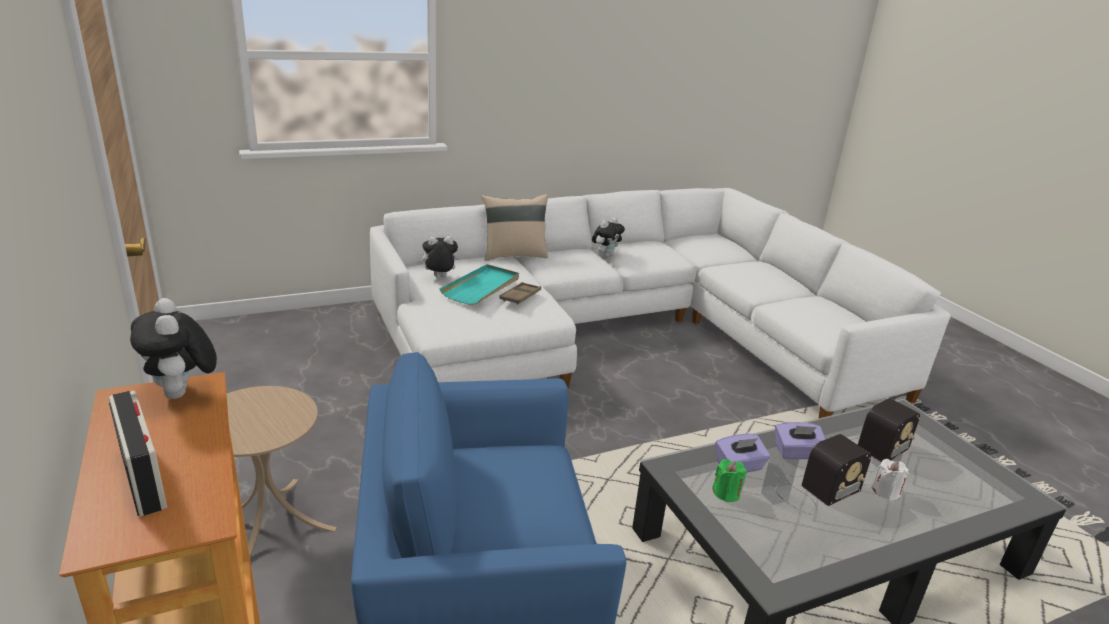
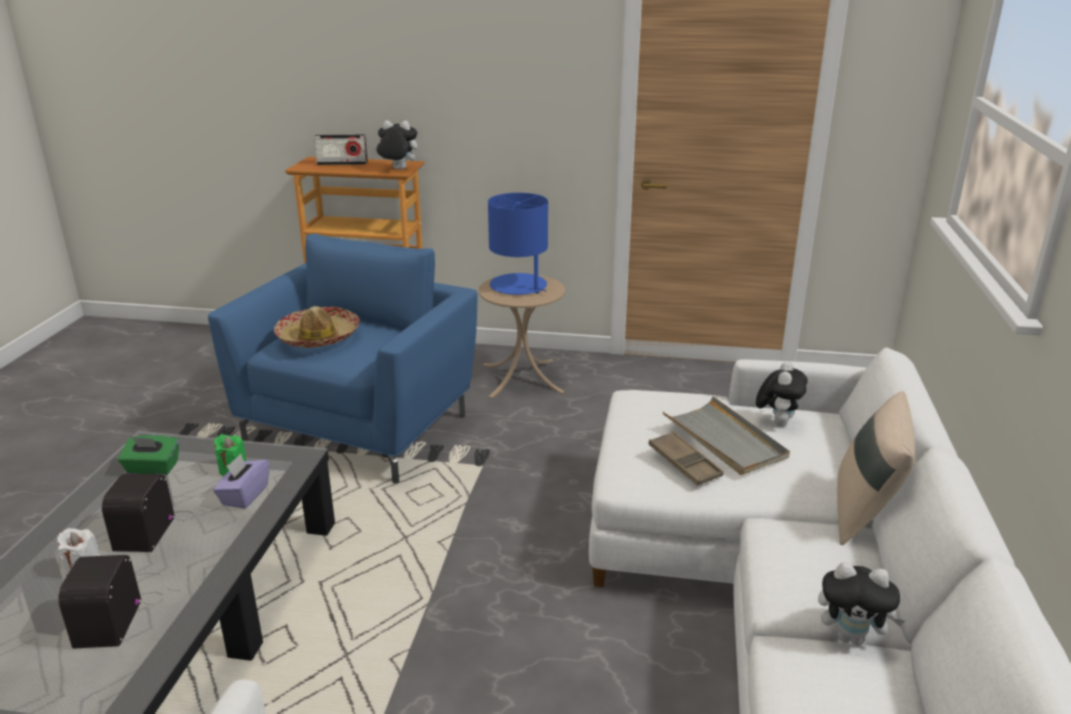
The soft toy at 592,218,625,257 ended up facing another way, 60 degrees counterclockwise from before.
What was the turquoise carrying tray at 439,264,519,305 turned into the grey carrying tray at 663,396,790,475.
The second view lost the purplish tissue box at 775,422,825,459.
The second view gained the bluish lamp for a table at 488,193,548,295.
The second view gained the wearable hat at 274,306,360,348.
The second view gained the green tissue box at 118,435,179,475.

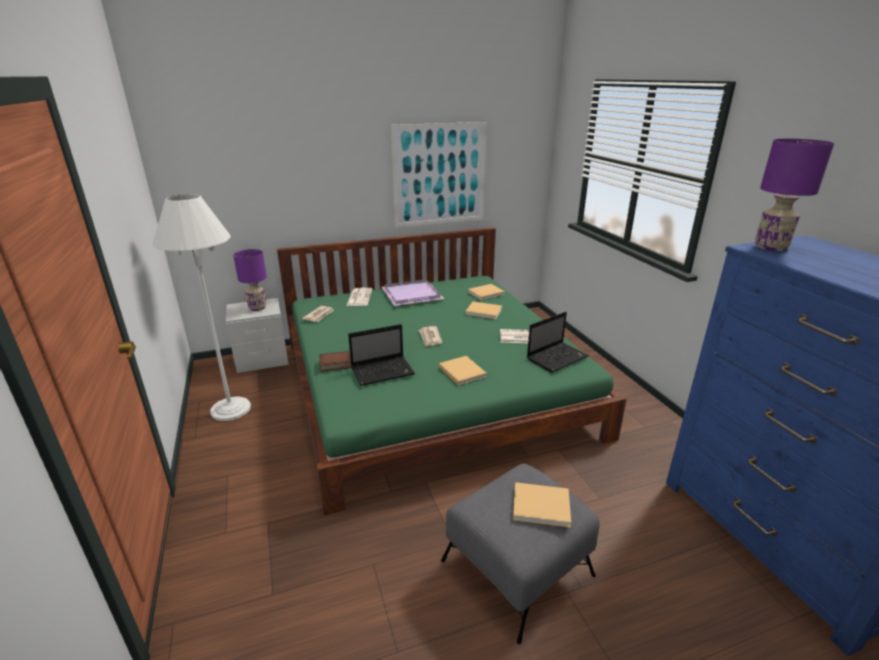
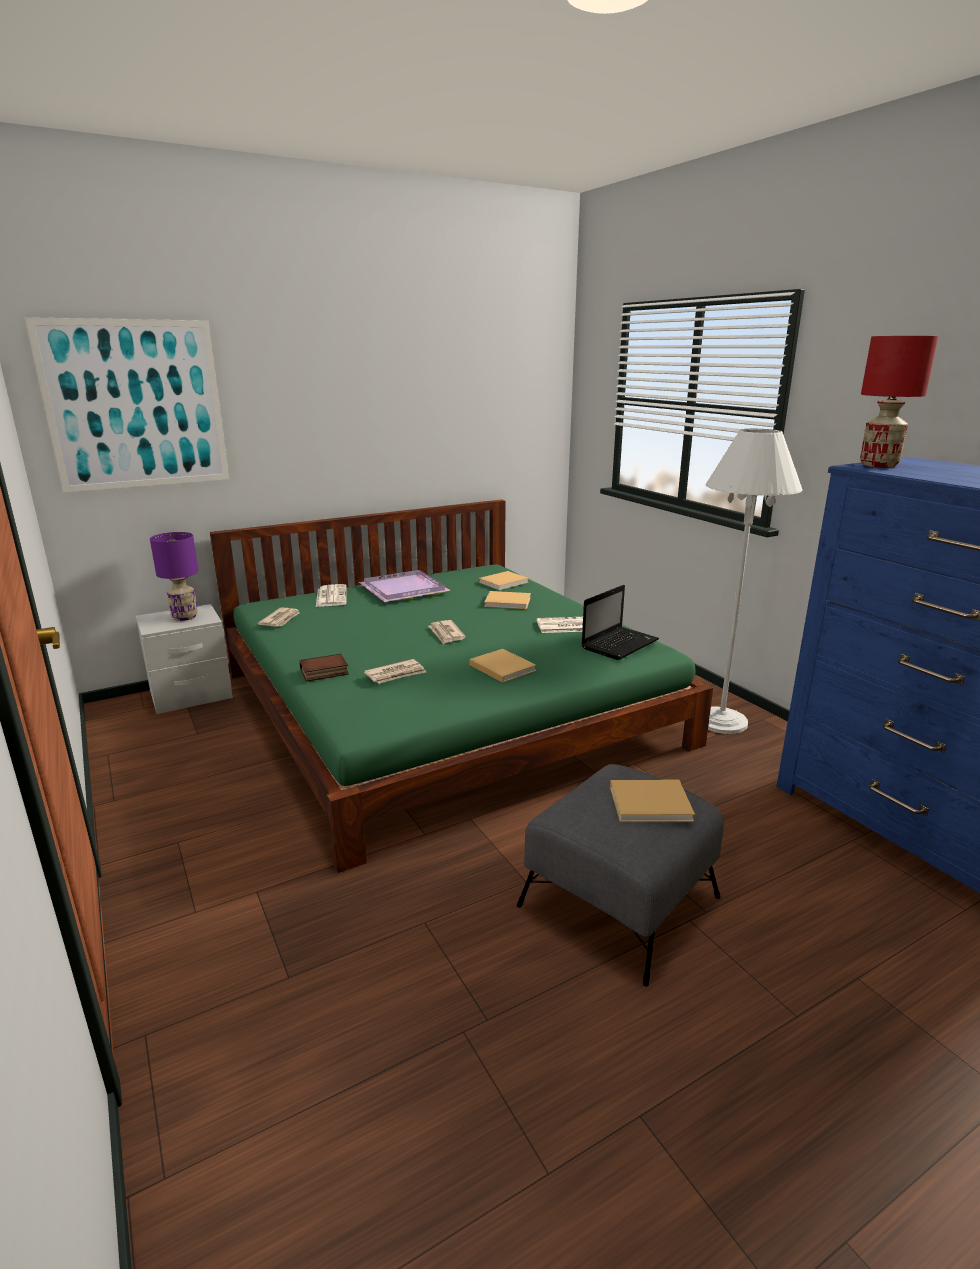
The wall picture ended up elsewhere, having gone from 391,122,486,227 to 25,317,229,493.
What was the purplish lamp for a table at 755,139,834,251 turned into the red-coloured lamp for a table at 860,336,938,468.
The white standing lamp ended up elsewhere, having gone from 153,194,251,421 to 705,429,803,734.
Where the laptop stood at 348,324,415,386, the printed paper came to stand at 364,659,426,684.

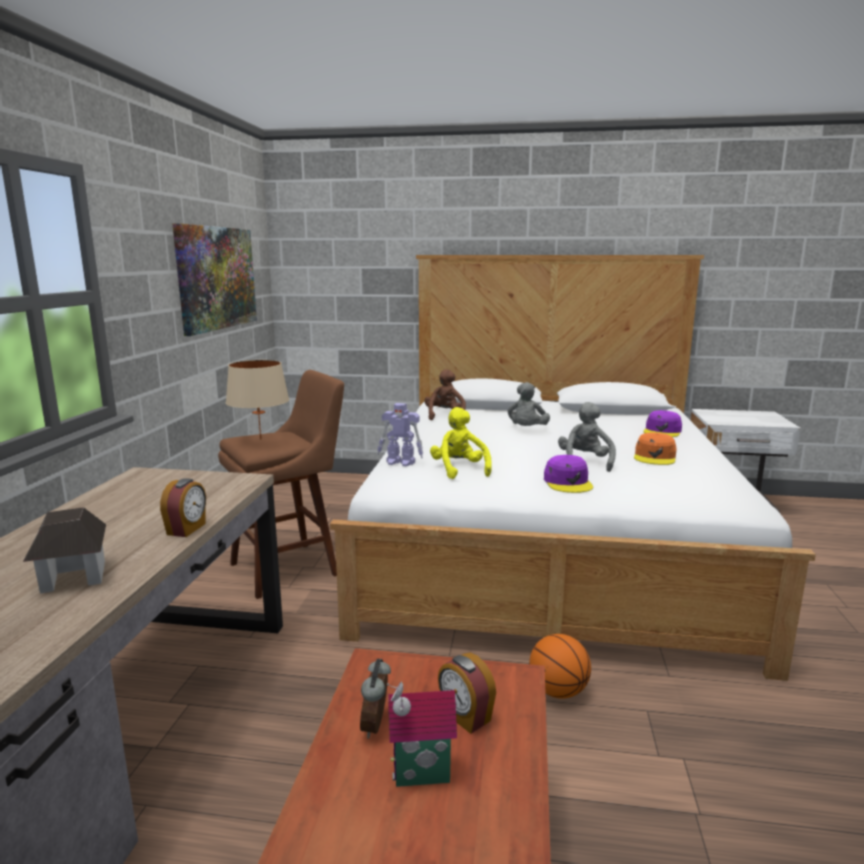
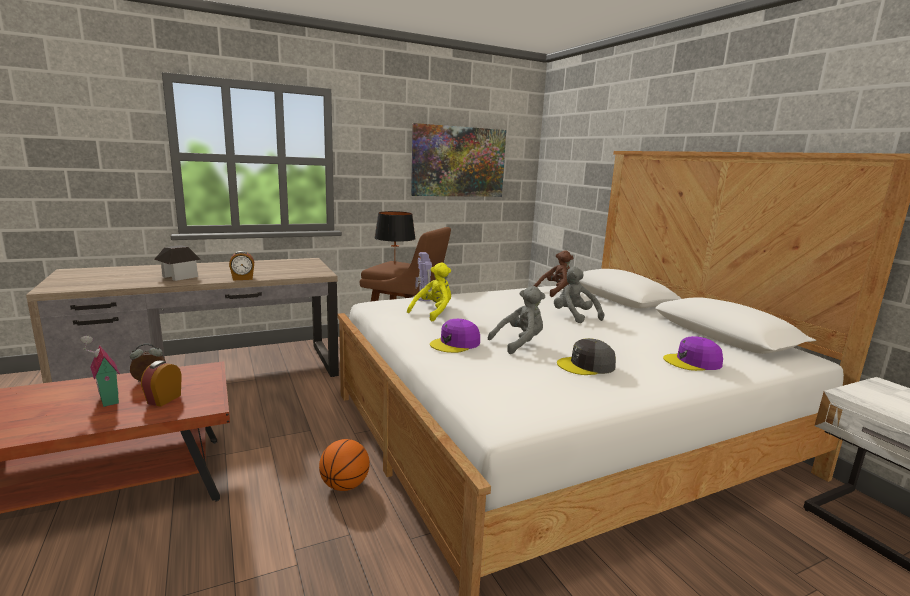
What was the sand-coloured lamp for a table at 226,360,289,440 turned into the black-coloured lamp for a table at 374,211,416,265.
The grey soft toy at 508,382,550,426 ended up facing another way, 75 degrees clockwise from before.
What was the orange peaked cap at 634,433,677,465 turned into the grey peaked cap at 557,338,616,375.

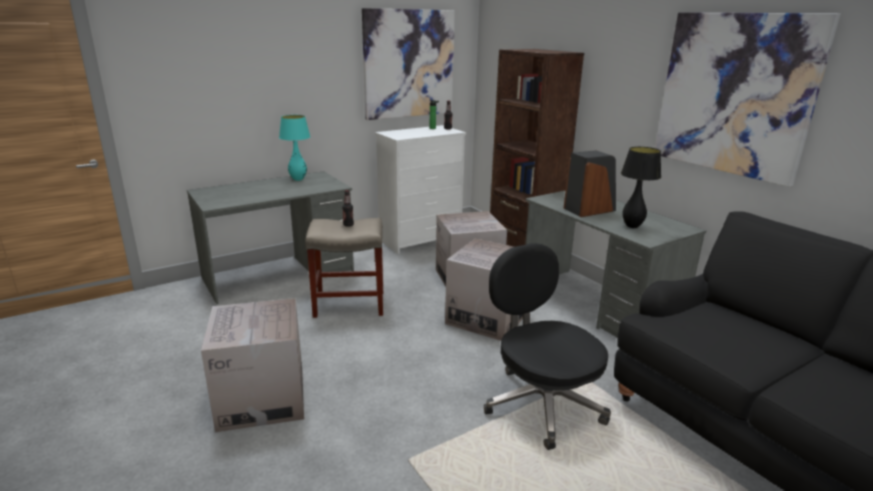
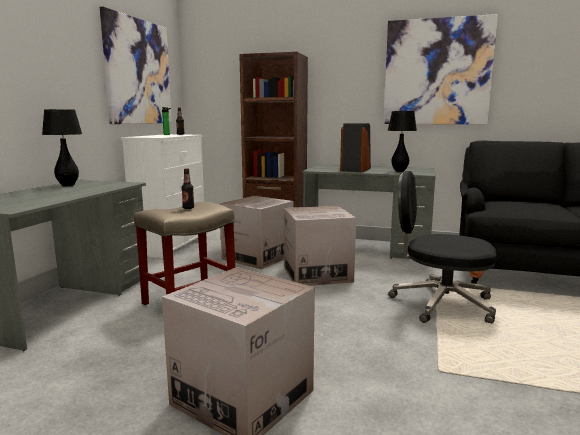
What was the turquoise lamp for a table at 279,115,310,181 turned into the black-coloured lamp for a table at 42,109,82,186.

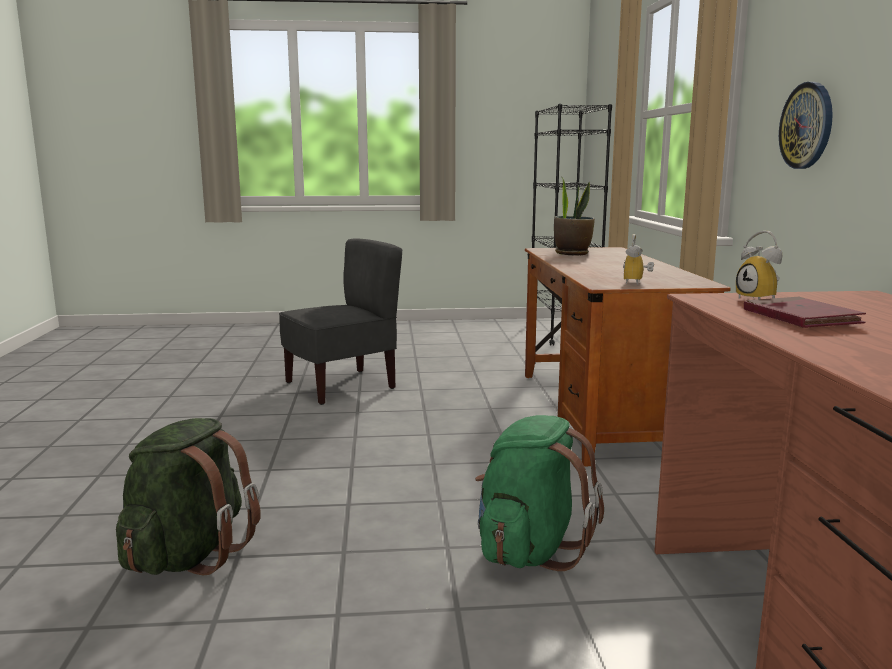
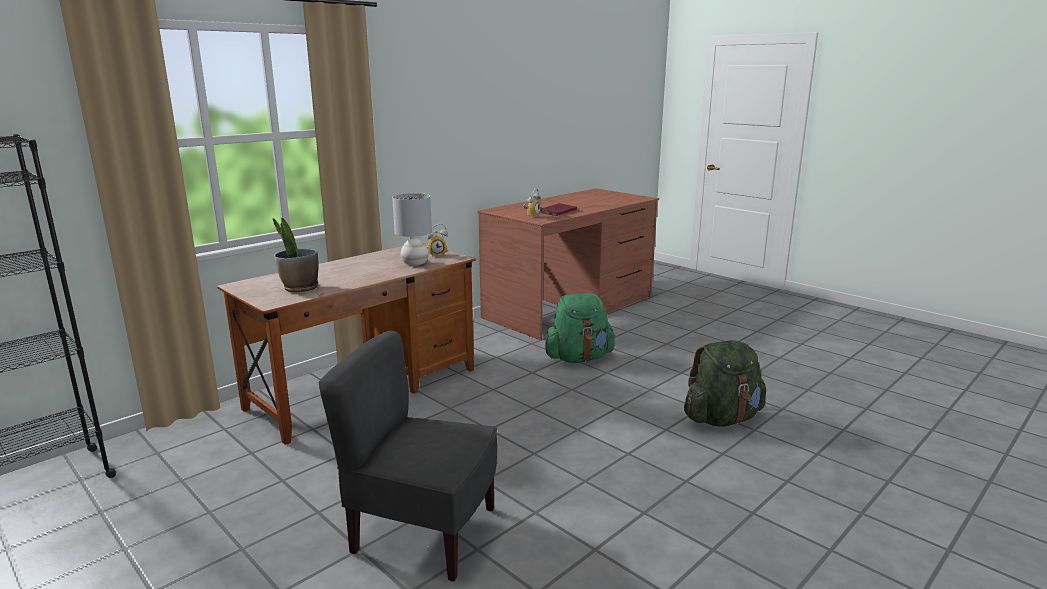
The second view lost the clock on the wall at 779,82,833,169.
The second view gained the grey lamp for a table at 392,193,432,266.

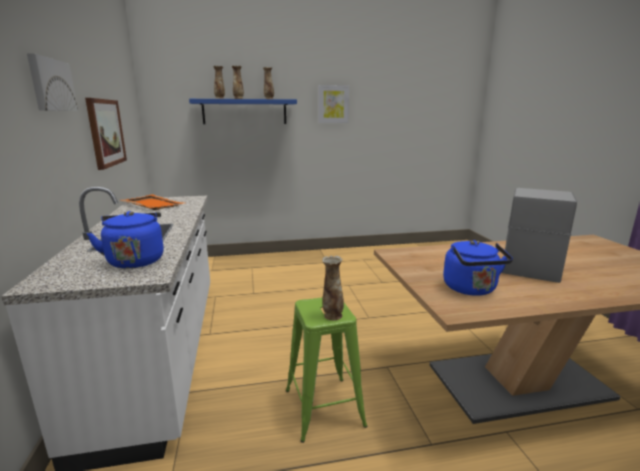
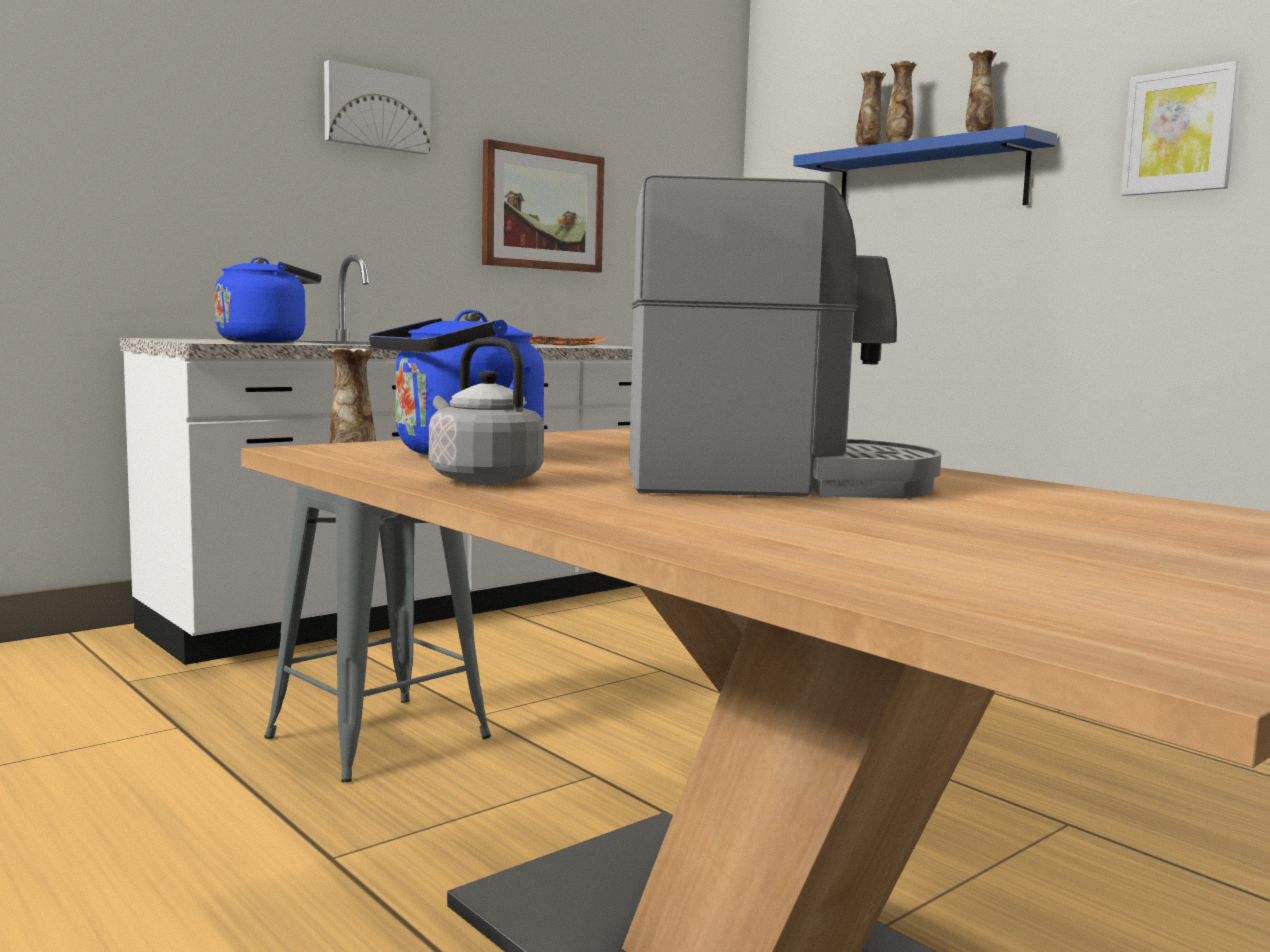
What was the green sitting stool at 286,297,367,443 turned into the grey sitting stool at 264,483,491,782.
The second view gained the grey water kettle at 429,338,544,485.

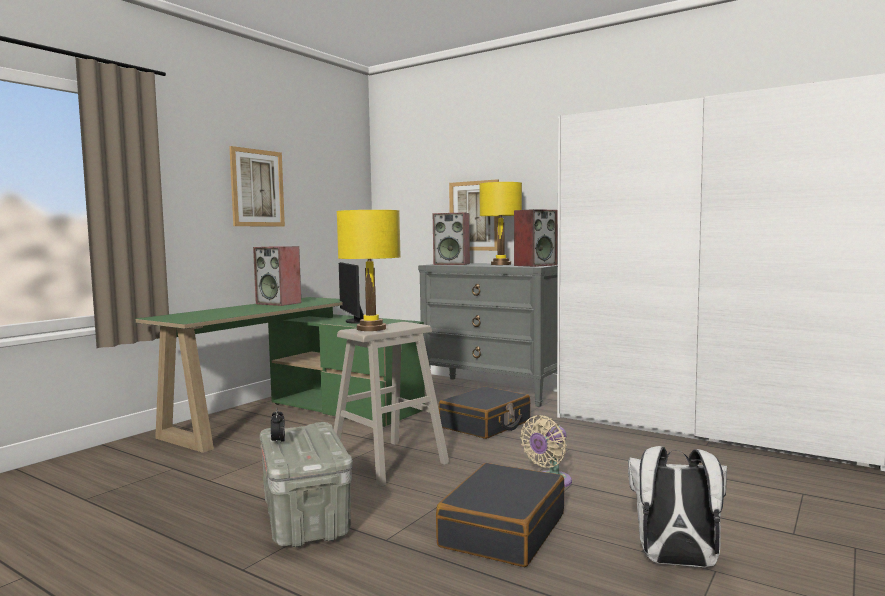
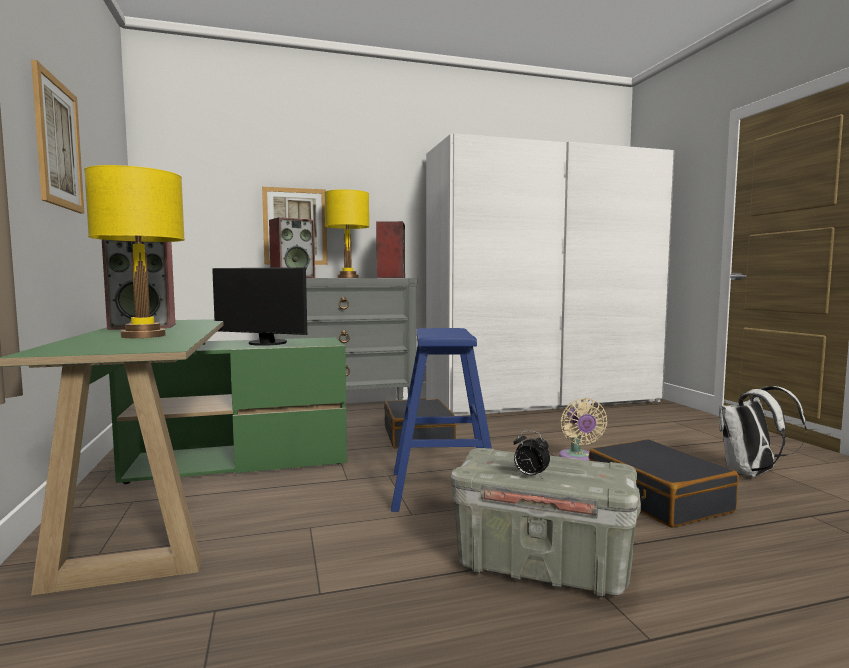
The yellowish lamp for a table ended up elsewhere, having gone from 336,210,401,331 to 84,165,185,338.
What was the sand-coloured sitting stool at 334,322,449,487 turned into the bluish sitting stool at 391,328,492,512.

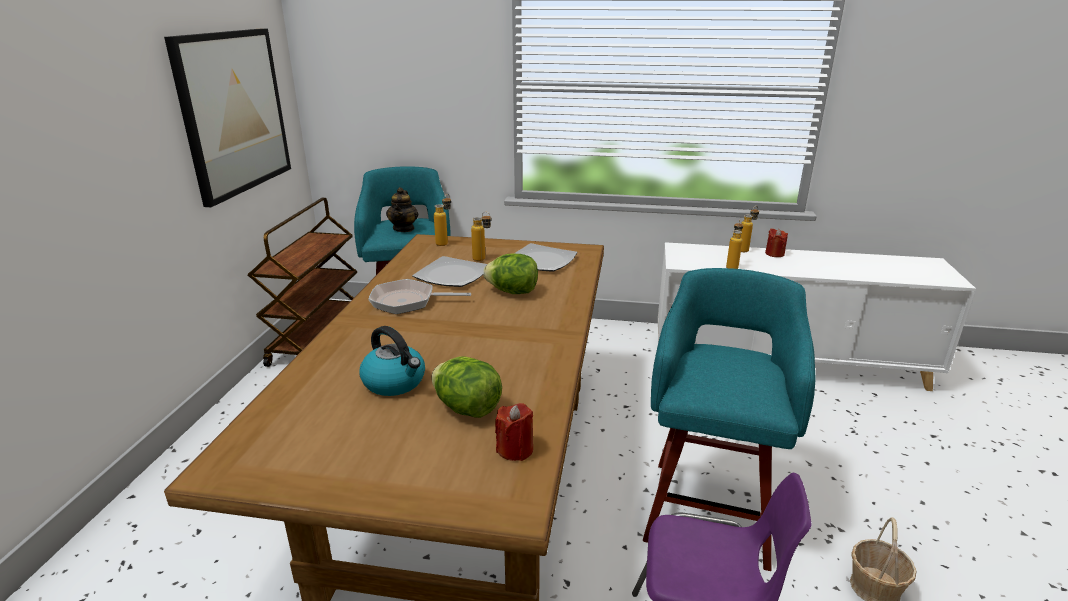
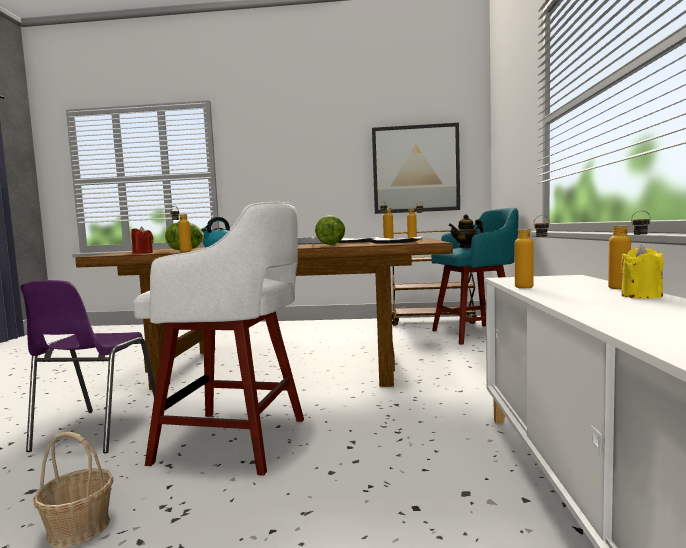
What was the red-coloured candle at 765,228,788,257 turned into the yellowish candle at 621,245,664,298.
What was the turquoise sitting stool at 643,268,815,571 turned into the white sitting stool at 133,202,304,476.
The second view gained the drink bottle at 170,206,192,252.

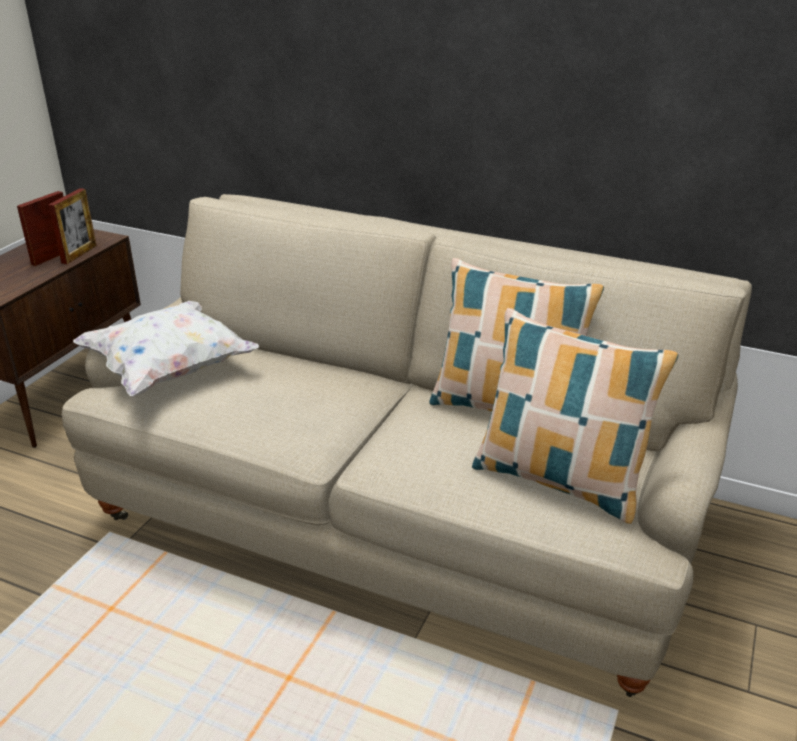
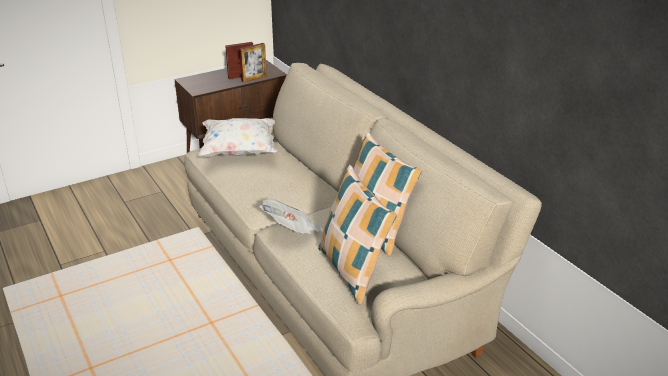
The second view gained the printed paper at 259,199,324,234.

